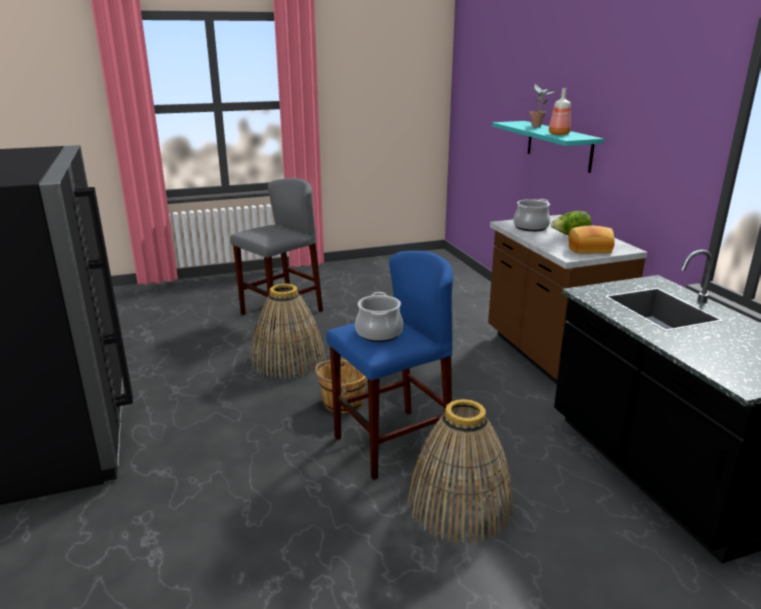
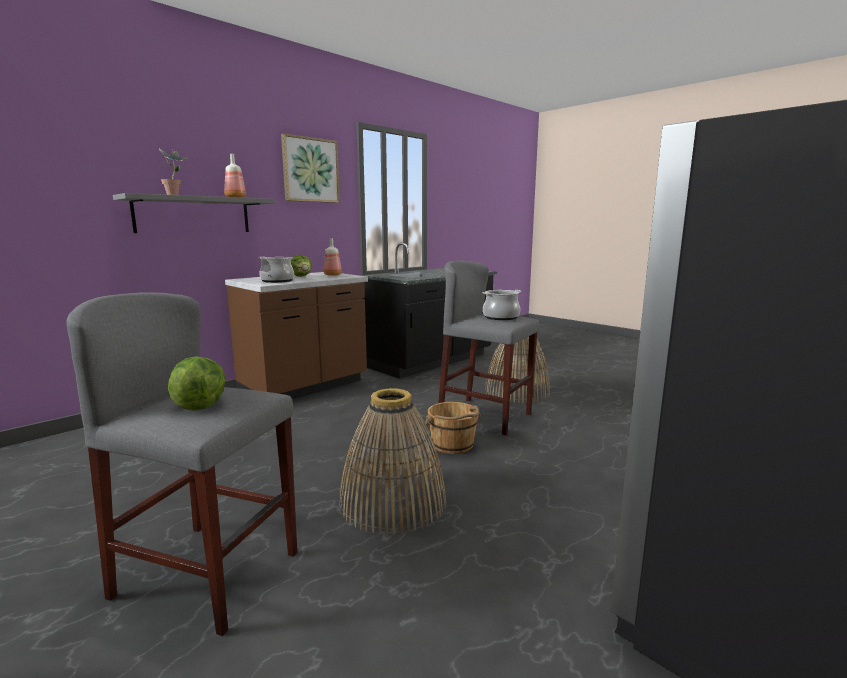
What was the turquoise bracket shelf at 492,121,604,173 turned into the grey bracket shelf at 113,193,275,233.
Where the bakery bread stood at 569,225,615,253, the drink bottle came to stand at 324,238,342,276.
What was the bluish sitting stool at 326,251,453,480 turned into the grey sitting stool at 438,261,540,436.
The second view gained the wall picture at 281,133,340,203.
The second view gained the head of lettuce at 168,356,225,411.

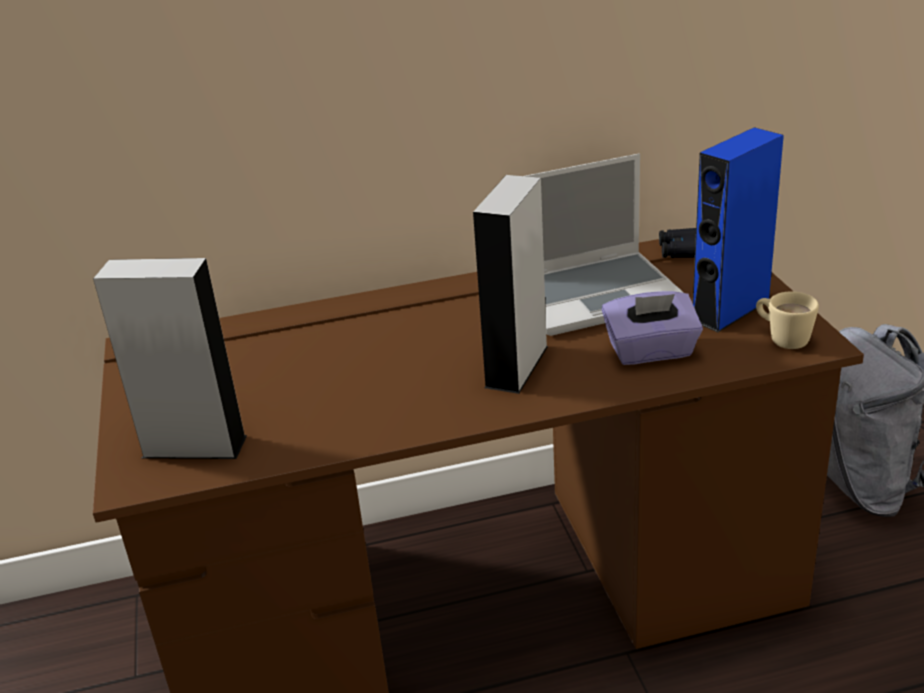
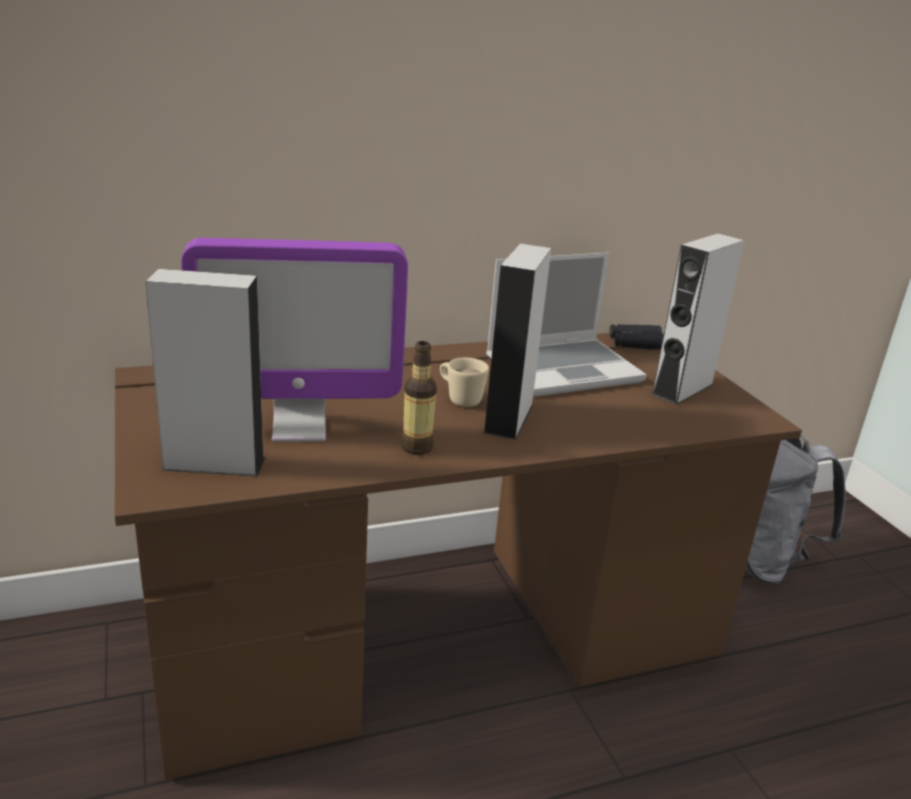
What was the bluish speaker at 693,127,784,332 turned into the grey speaker at 651,233,745,405.
The second view lost the purplish tissue box at 602,291,703,365.
The sand-coloured tea mug ended up elsewhere, having gone from 756,291,819,349 to 440,358,489,407.
The second view gained the monitor at 181,238,408,442.
The second view gained the drink bottle at 401,341,437,455.

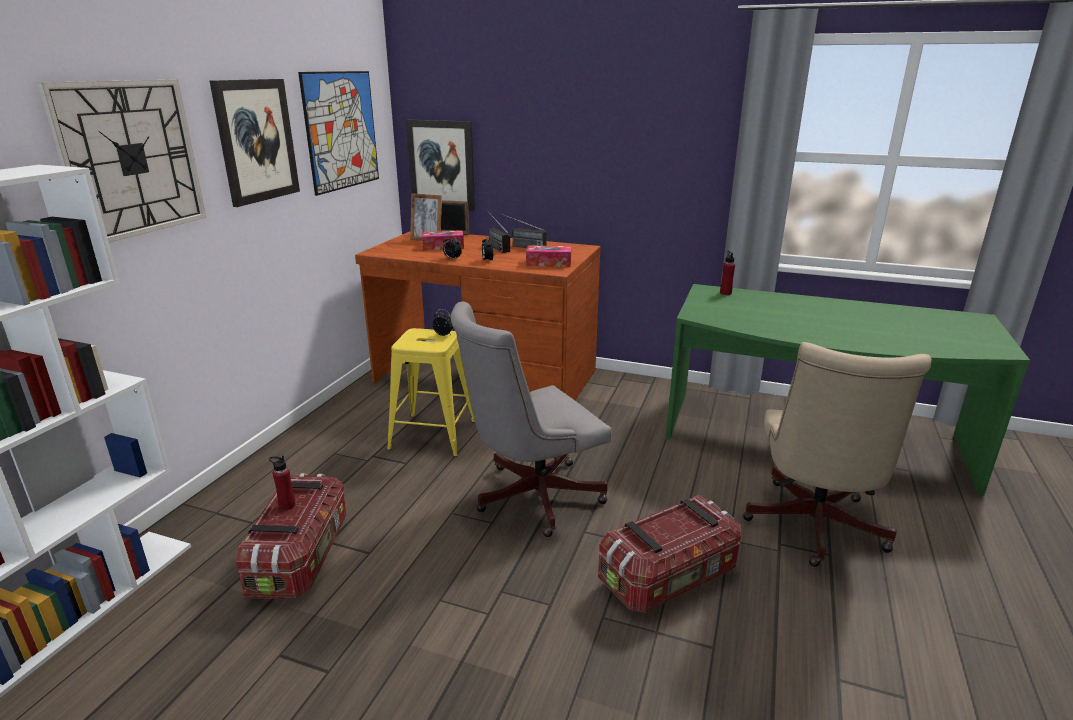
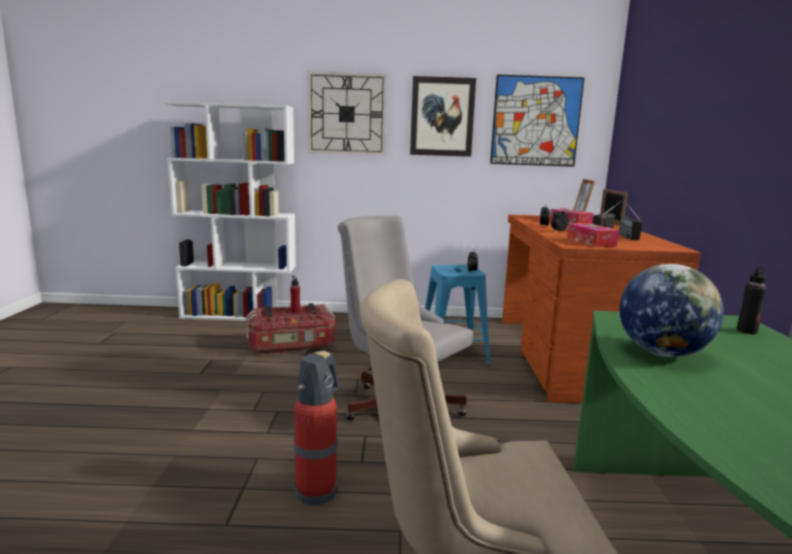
The second view lost the wall picture at 406,120,475,211.
What was the red-coloured drink bottle at 720,251,735,295 turned into the black-coloured drink bottle at 737,266,767,334.
What was the yellowish sitting stool at 387,328,475,457 turned into the bluish sitting stool at 425,265,490,365.
Where the storage box stood at 598,495,741,613, the fire-fighting cylinder came to stand at 294,351,339,505.
The second view gained the world globe at 619,264,724,357.

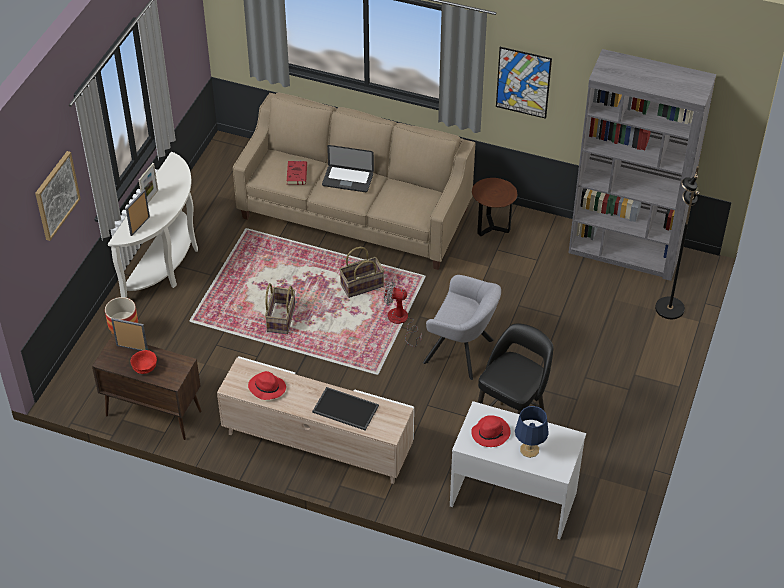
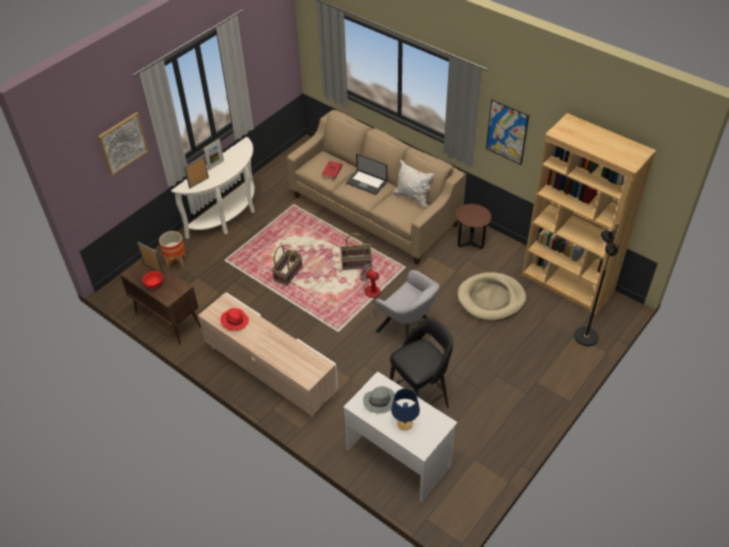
What was the grey bookcase at 569,49,716,281 turned into the brown bookcase at 522,113,656,315.
The second view lost the carrying tray at 312,387,379,431.
What was the red-coloured wearable hat at 471,415,511,447 turned into the grey wearable hat at 363,386,395,414.
The second view gained the white throw pillow at 393,160,435,209.
The second view gained the sand-coloured dog cushion at 458,272,526,321.

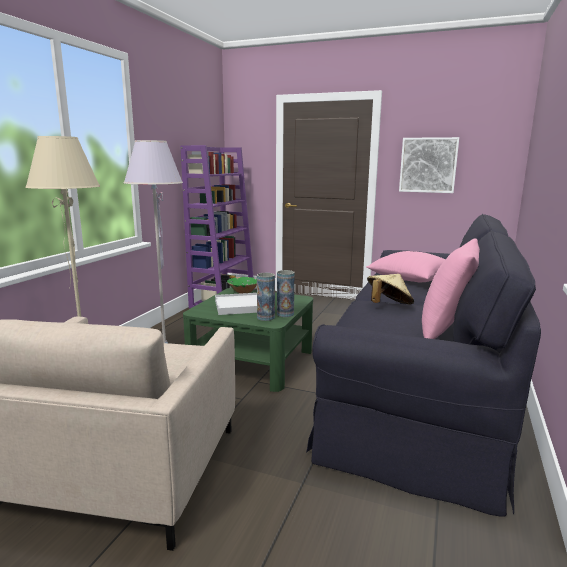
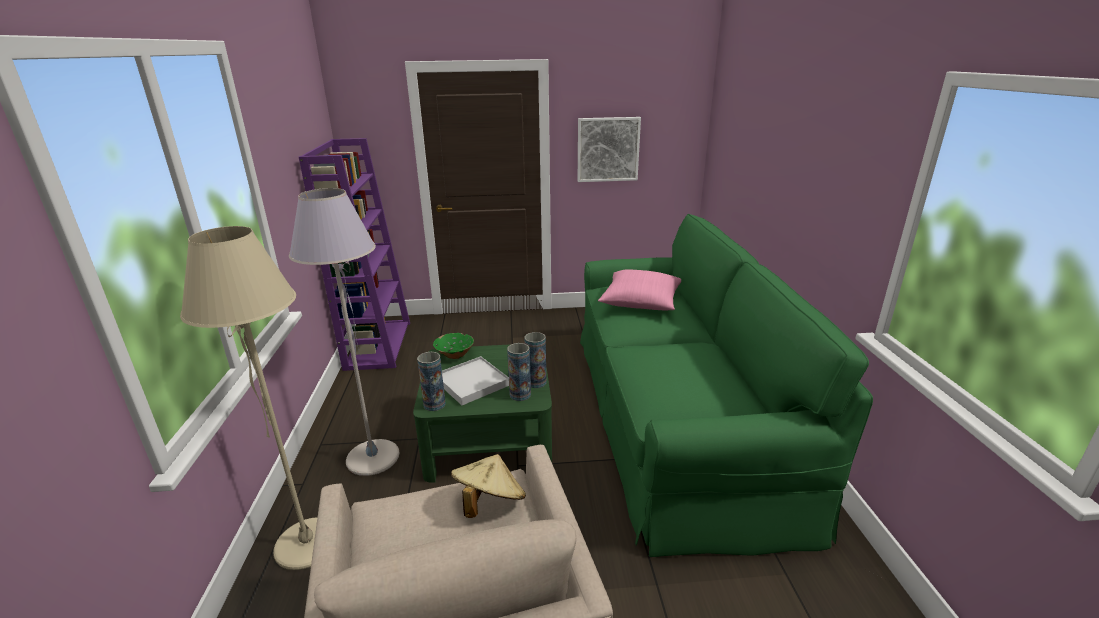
What was the black-coloured couch at 306,214,541,517 turned into the green couch at 580,214,873,557.
The second view lost the pink throw pillow at 422,238,480,339.
The sand-coloured wearable hat ended up elsewhere, having gone from 367,274,414,305 to 450,454,526,518.
The second view gained the flower vase at 417,352,446,411.

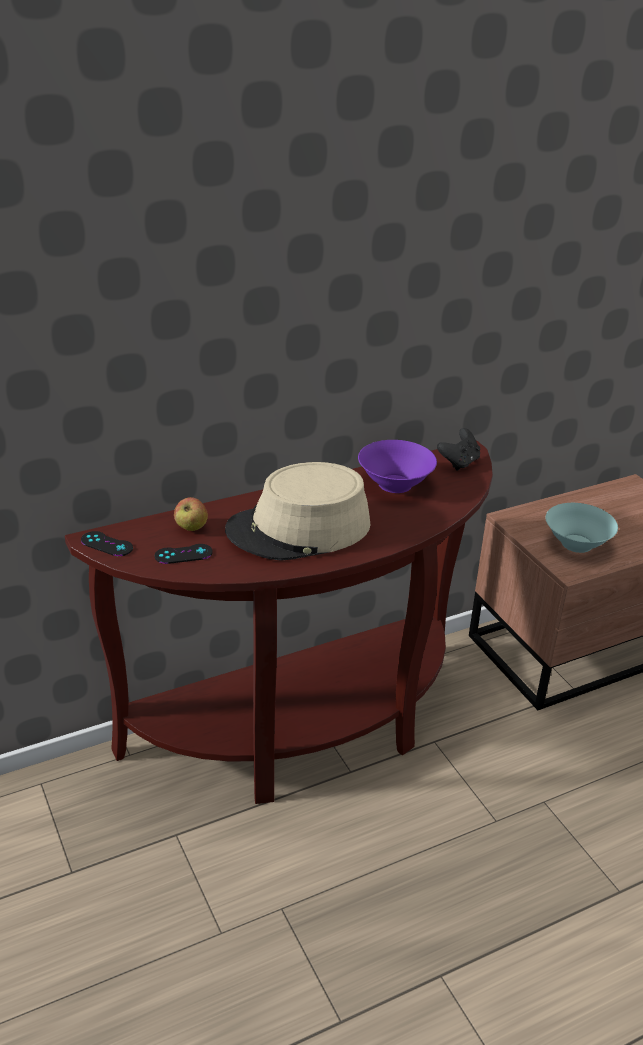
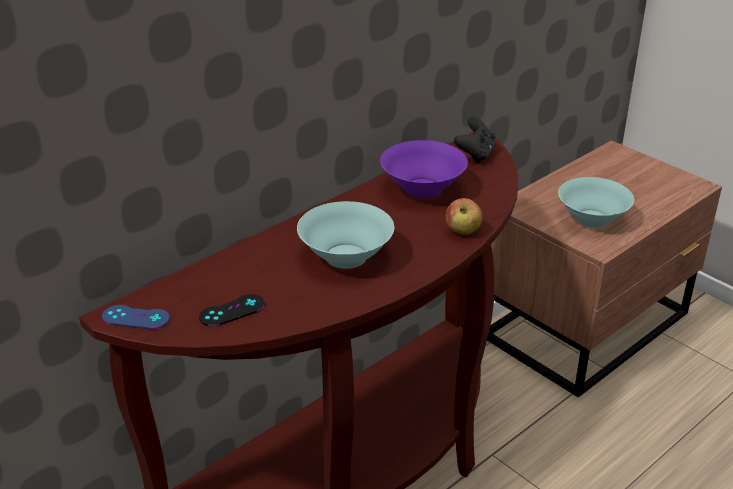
Where the sand-coloured wearable hat stood at 225,462,371,561, the turquoise bowl came to stand at 297,201,394,269.
The apple ended up elsewhere, having gone from 174,497,208,531 to 446,198,482,235.
What was the black-coloured game controller at 81,531,133,556 turned into the bluish game controller at 102,305,170,329.

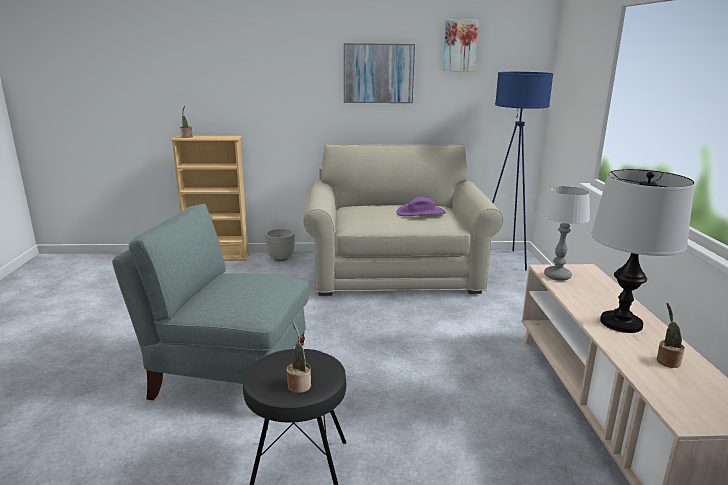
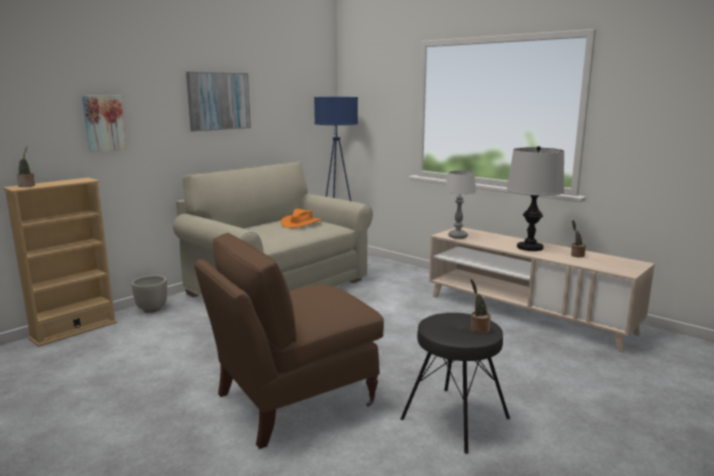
The wall picture ended up elsewhere, having gone from 443,20,479,71 to 82,95,127,152.
What was the purplish wearable hat at 397,196,446,216 turned into the orange wearable hat at 281,209,322,228.
What was the grey easy chair at 112,204,309,400 turned into the brown easy chair at 195,232,384,449.

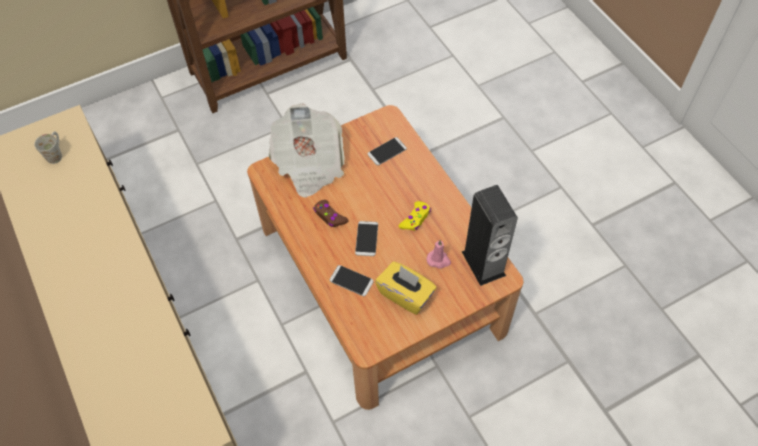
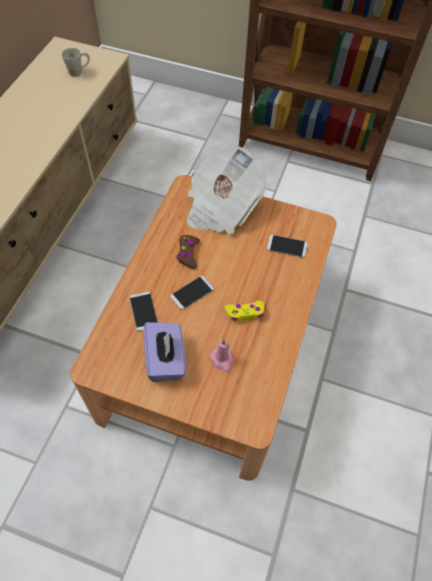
The second view lost the speaker at 462,185,518,286.
What was the yellowish tissue box at 375,261,436,315 turned into the purplish tissue box at 144,322,185,382.

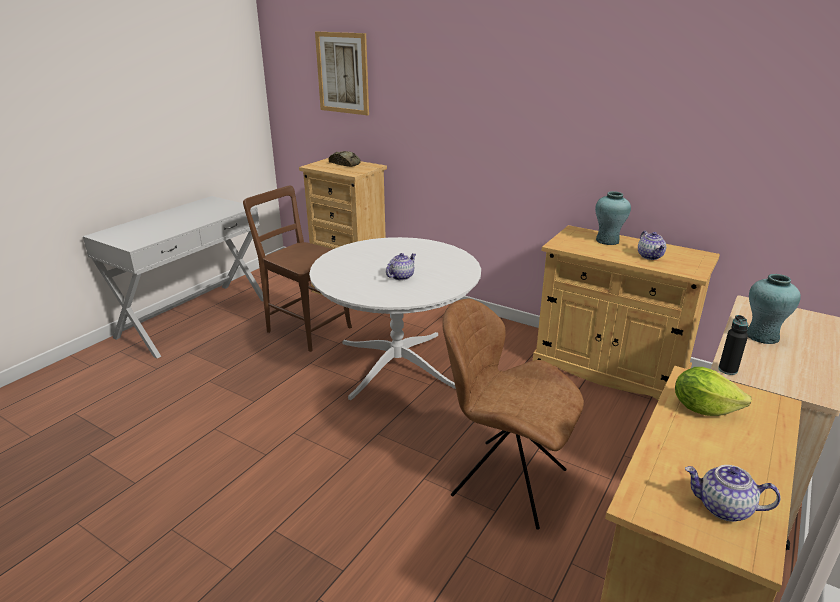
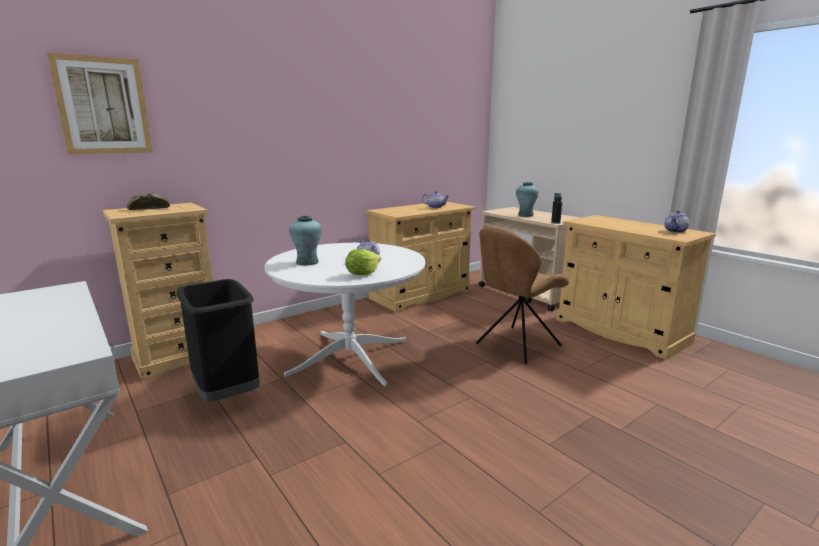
Where the brown chair stood at 243,186,352,352, the black-coloured trash can came to stand at 177,279,260,402.
The turquoise flower vase ended up elsewhere, having gone from 595,191,631,245 to 289,216,322,265.
The head of lettuce ended up elsewhere, having gone from 675,367,752,416 to 345,249,381,275.

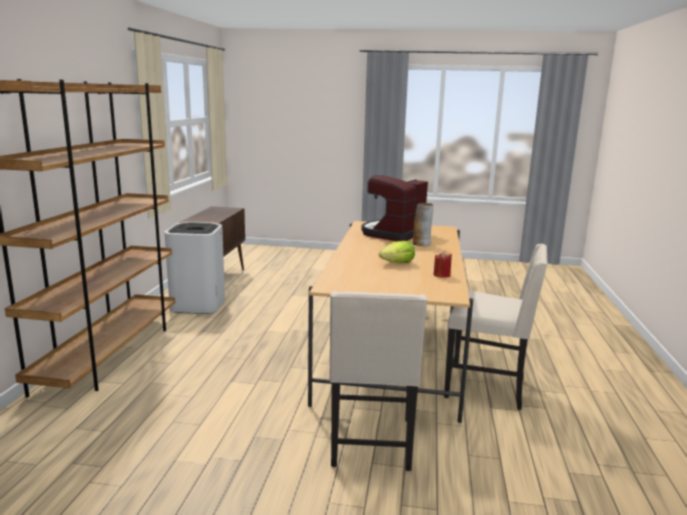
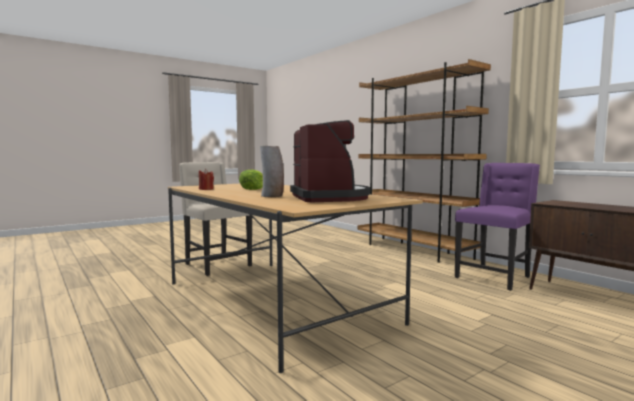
Where the white trash can stood at 165,222,225,314, the purplish chair came to stand at 455,163,540,291.
The second view lost the sand-coloured chair at 444,244,548,410.

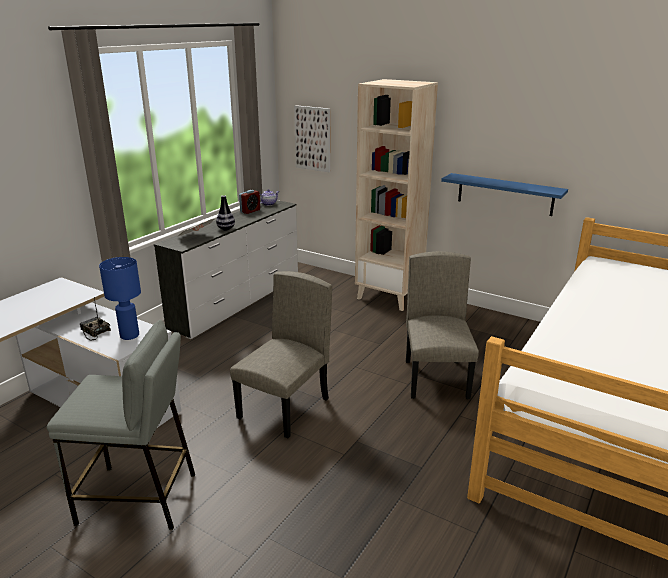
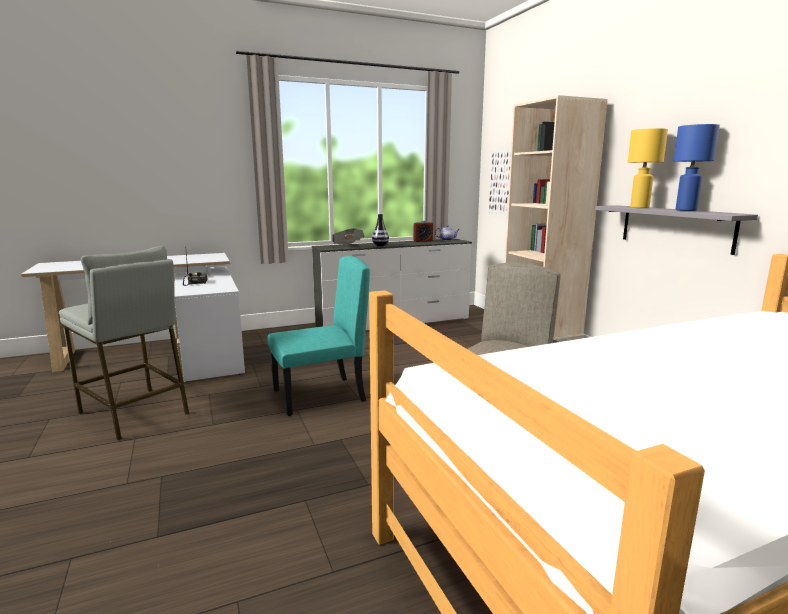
What was the bluish bracket shelf at 441,173,568,216 turned into the grey bracket shelf at 595,205,758,255.
The bluish lamp for a table ended up elsewhere, having gone from 99,257,141,340 to 674,124,720,211.
What was the sand-coloured chair at 230,271,332,438 turned into the turquoise chair at 268,256,370,416.
The second view gained the yellowish lamp for a table at 628,128,668,208.

